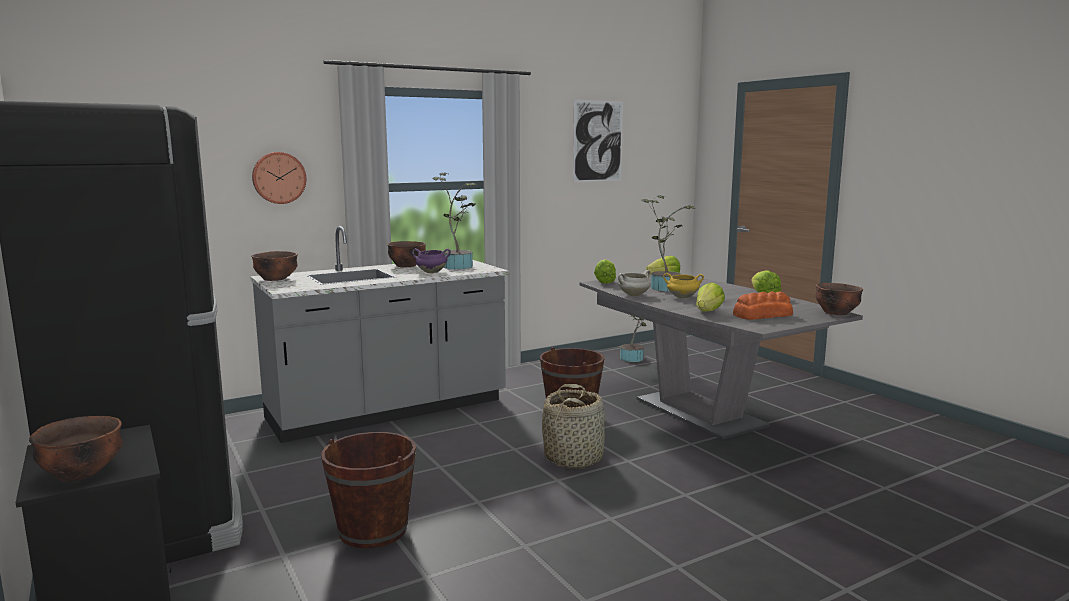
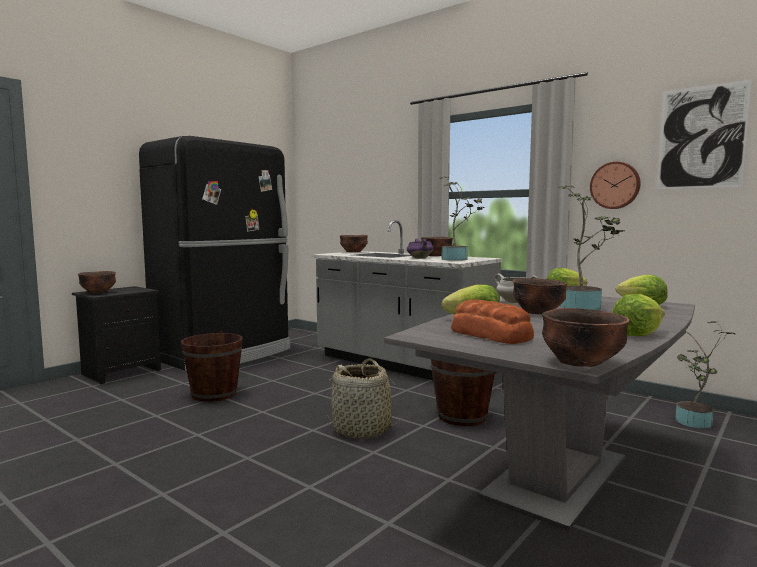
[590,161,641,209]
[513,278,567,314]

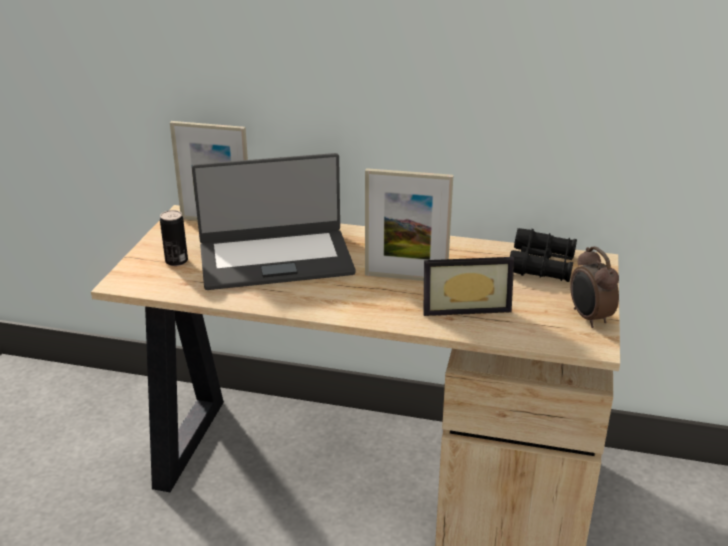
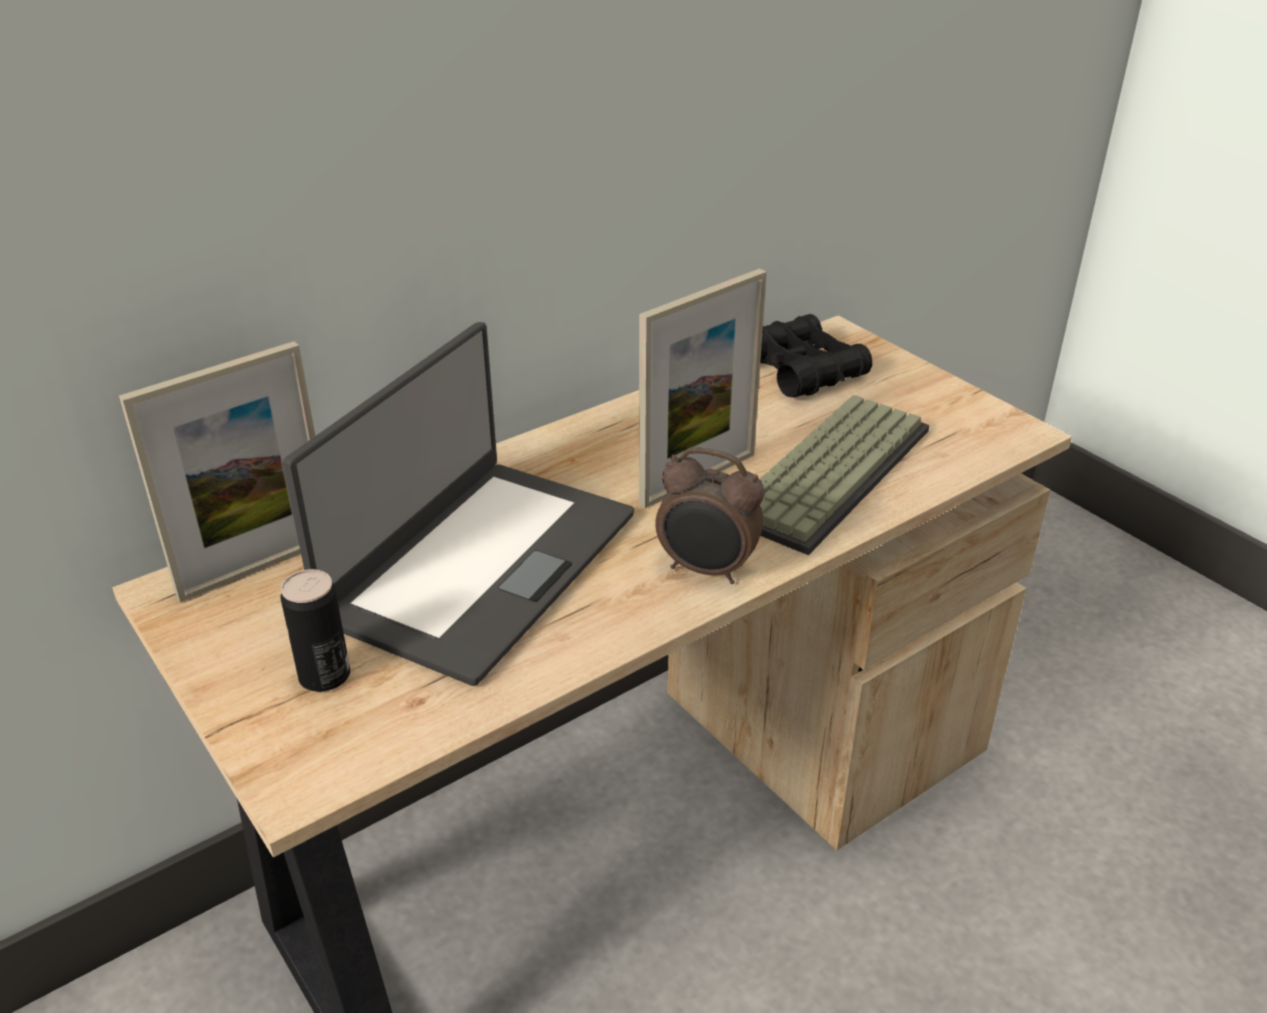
[760,395,929,555]
[655,447,765,584]

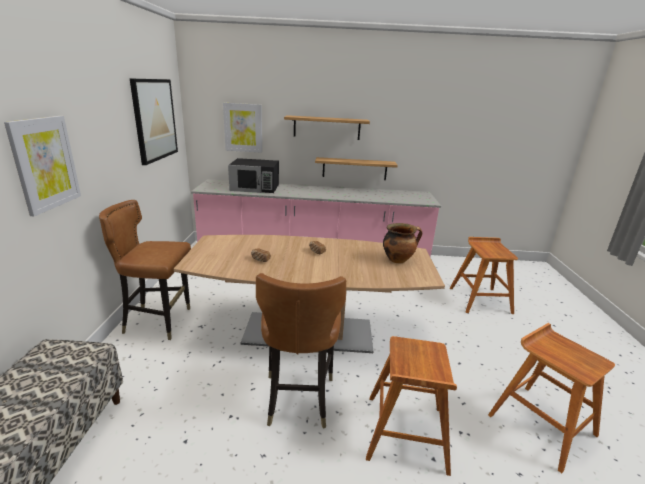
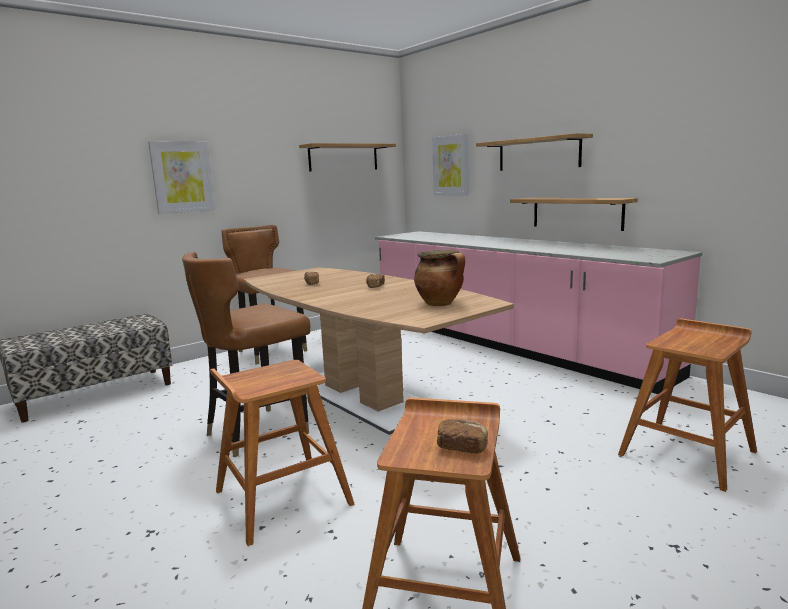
[299,143,396,172]
[228,158,279,193] (first image)
[437,419,488,453]

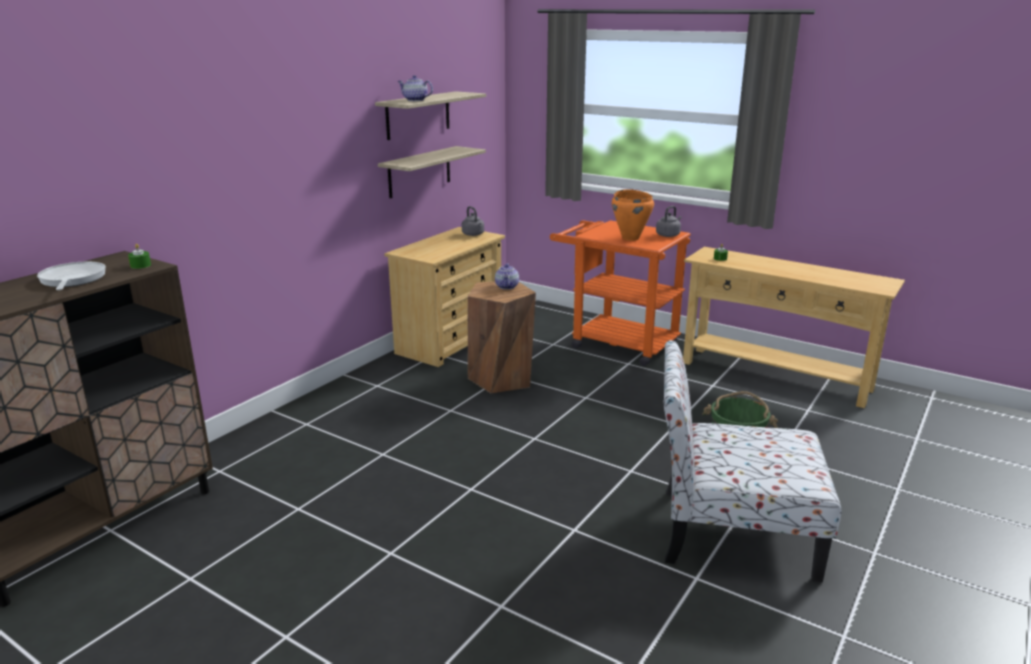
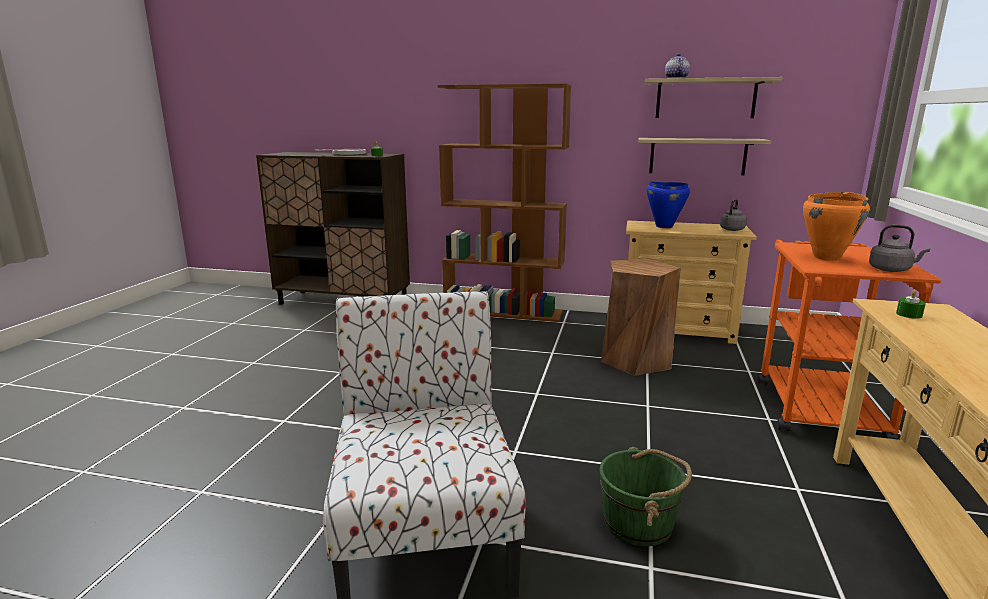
[495,264,519,290] (first image)
[437,84,571,322]
[646,182,690,228]

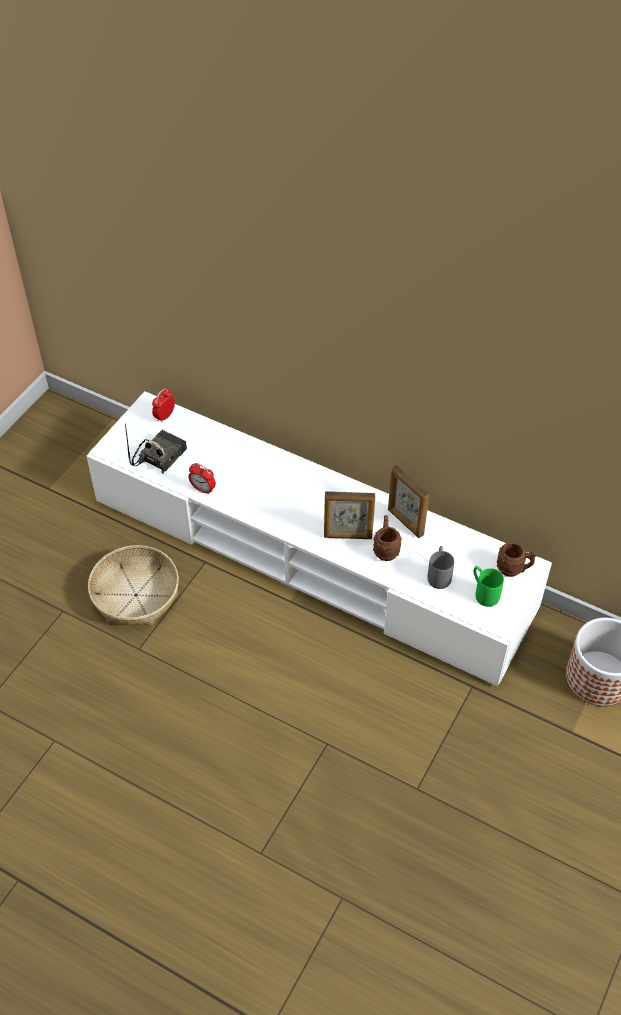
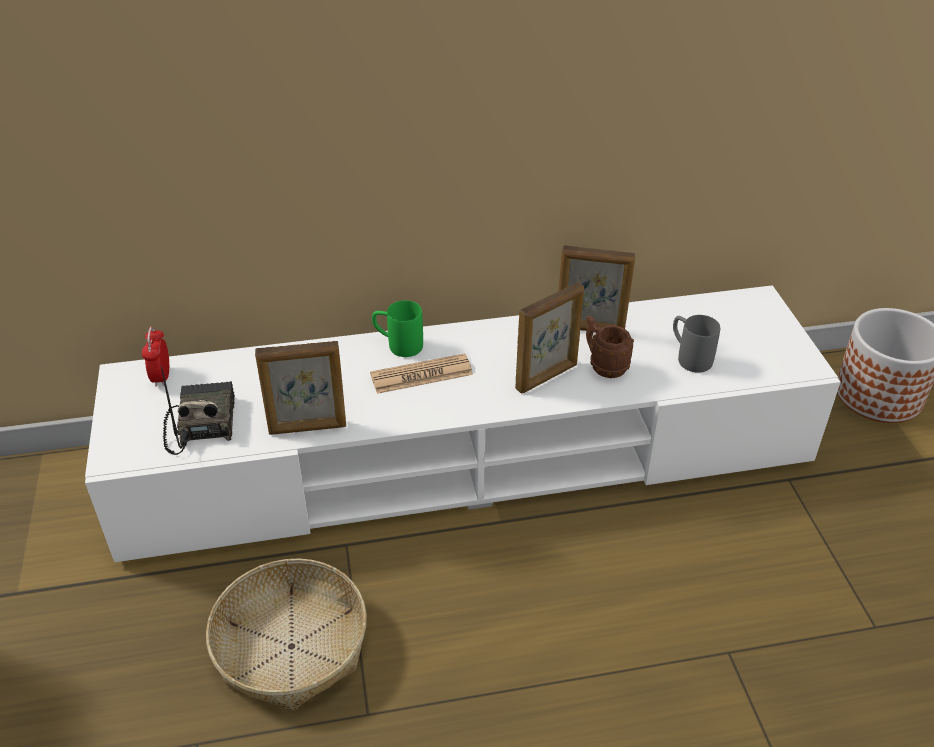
[255,341,346,435]
[372,300,423,357]
[497,542,538,577] (first image)
[370,353,473,394]

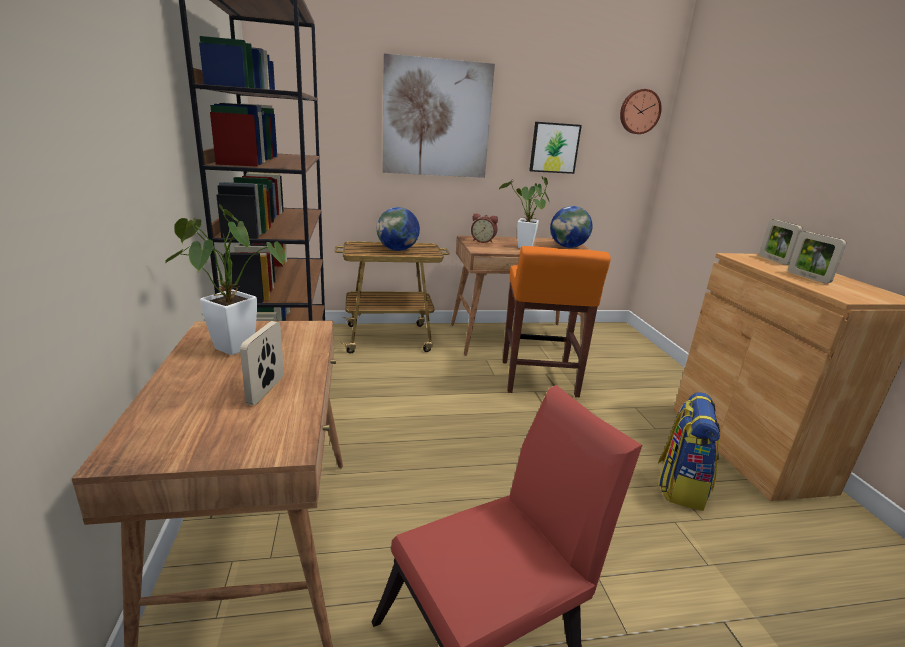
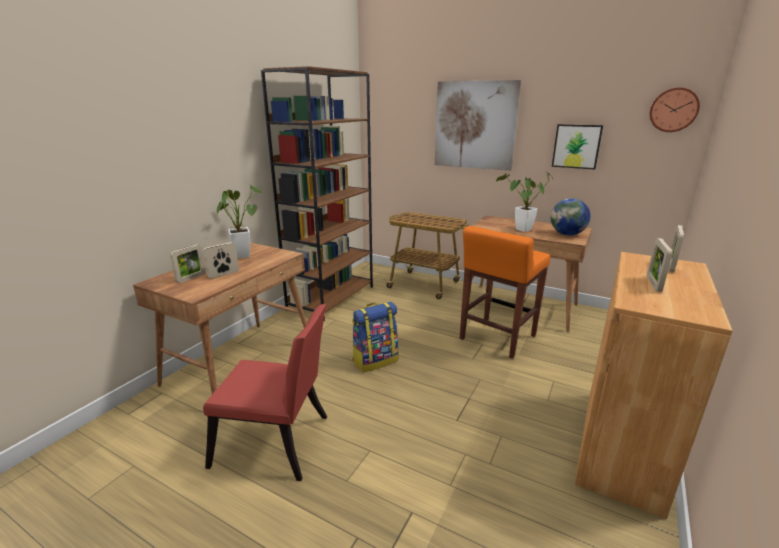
[377,207,420,251] (first image)
[471,214,498,243] (first image)
[352,302,399,372]
[170,244,206,283]

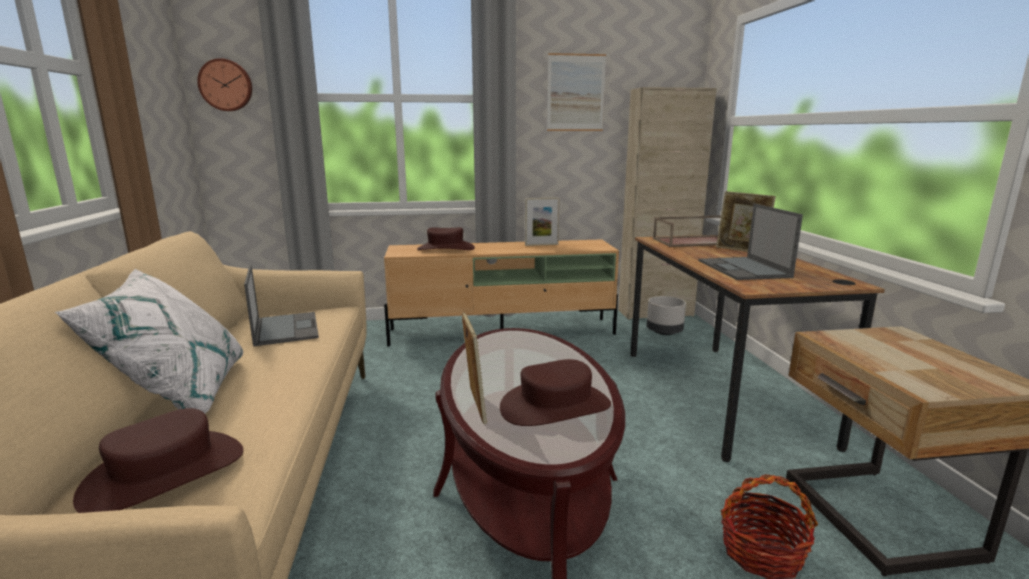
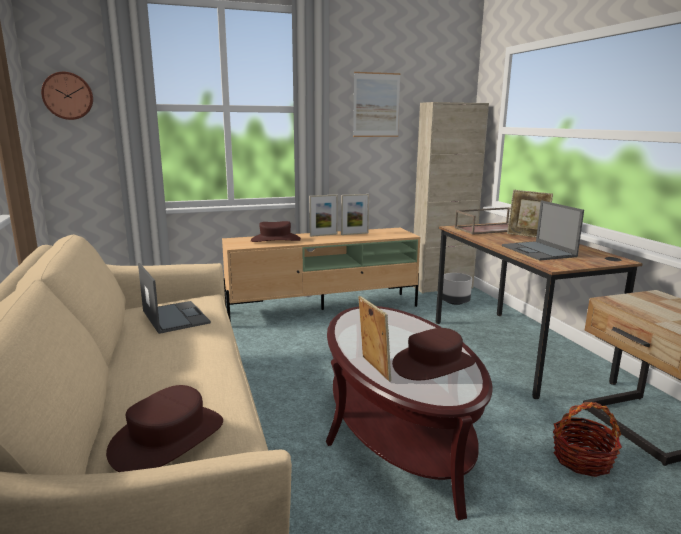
[54,268,243,414] (first image)
[309,194,338,237]

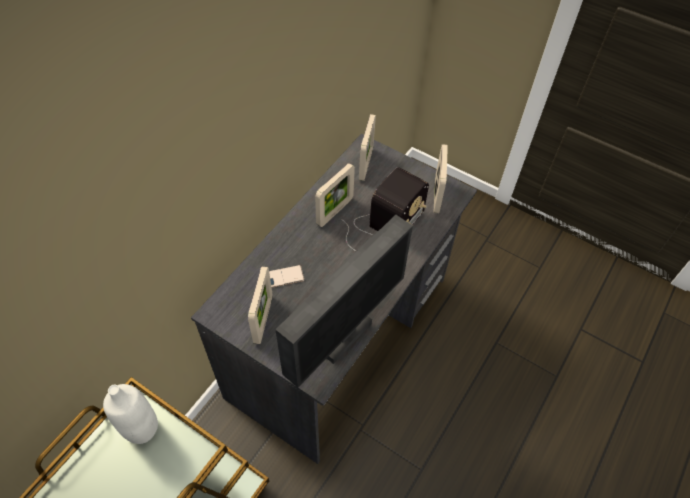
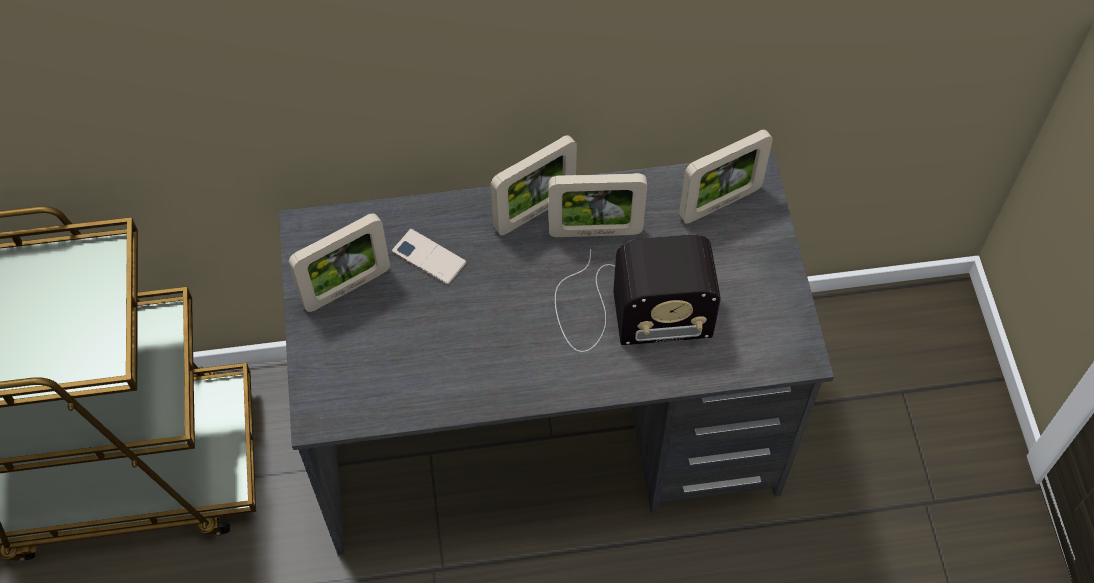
[103,384,158,444] (first image)
[275,215,413,388] (first image)
[491,135,577,235]

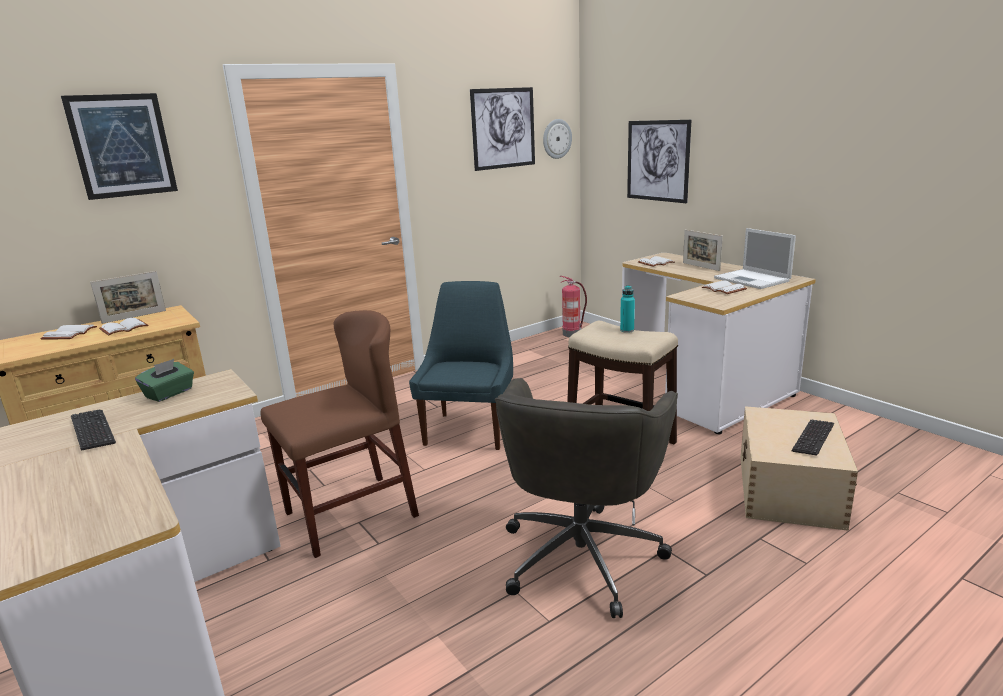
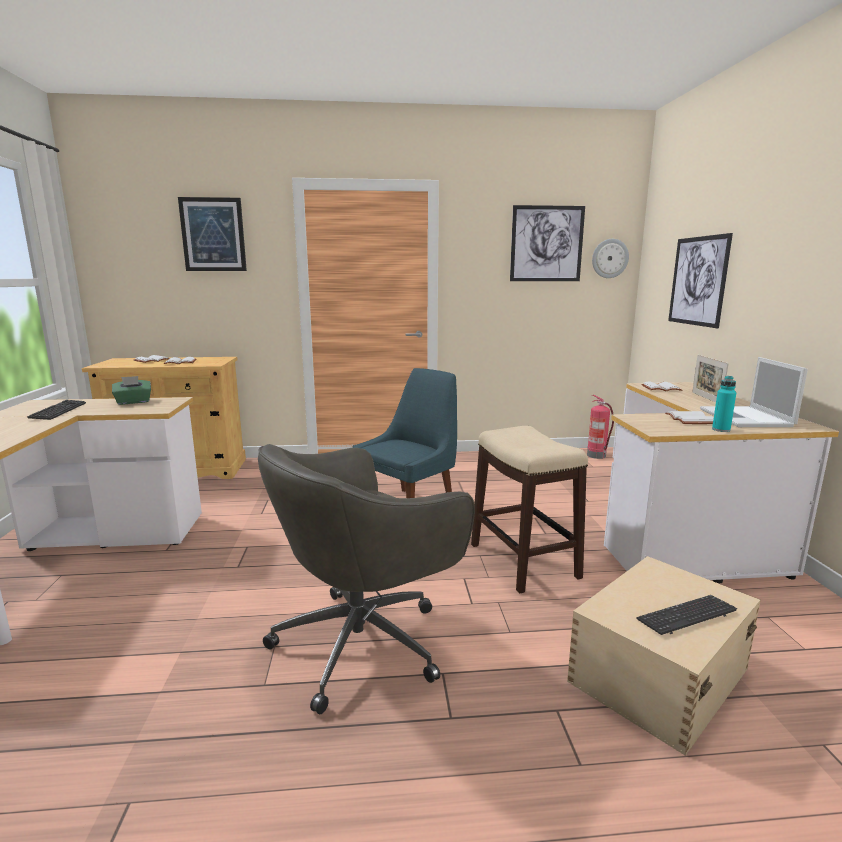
[90,271,166,324] (first image)
[261,310,419,558] (first image)
[712,376,736,432]

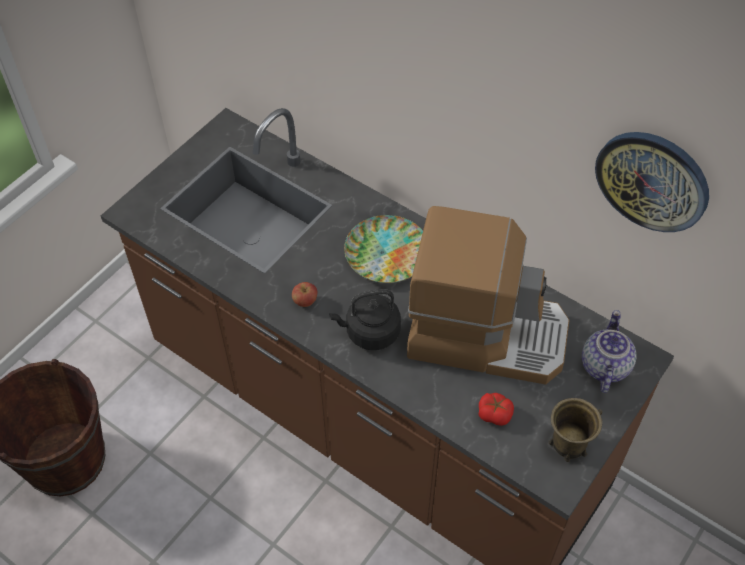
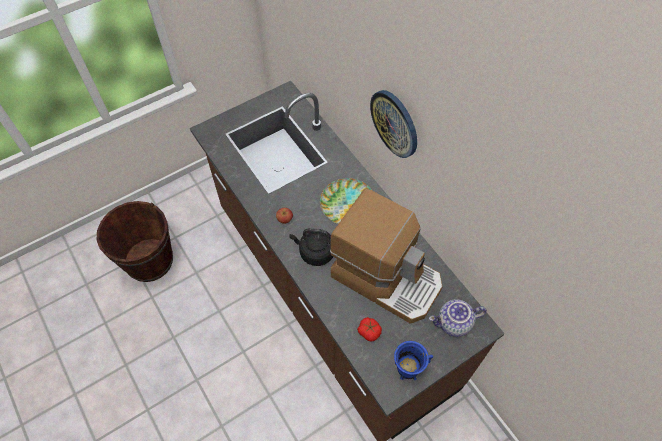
[394,341,433,380]
[429,299,487,337]
[370,90,417,158]

